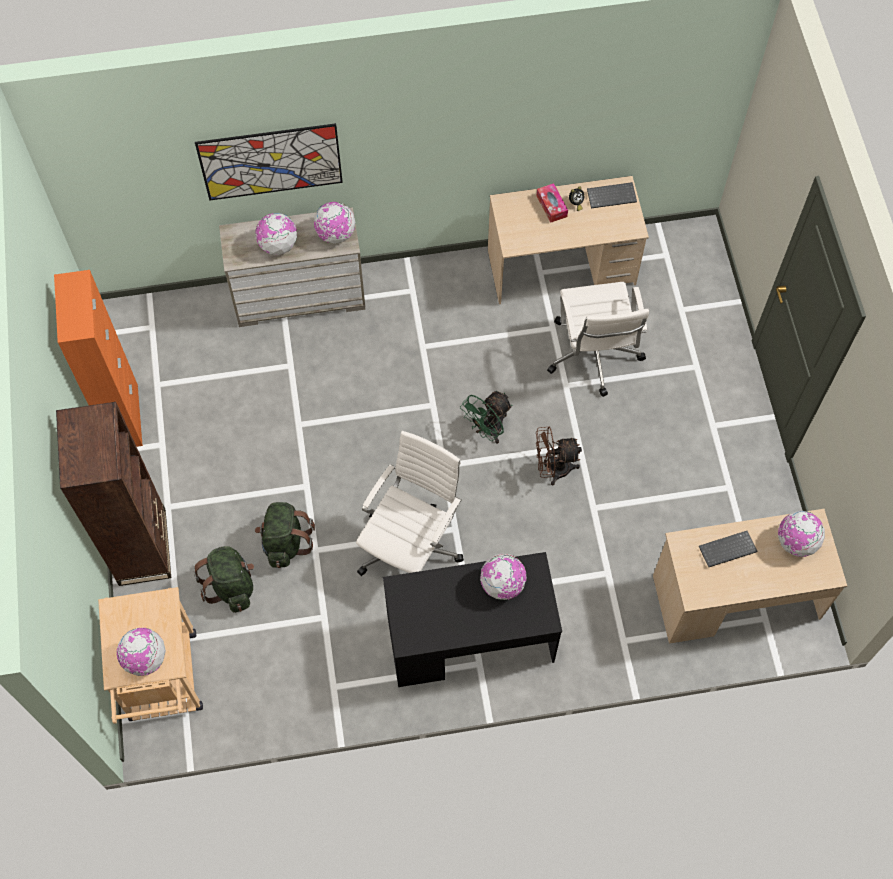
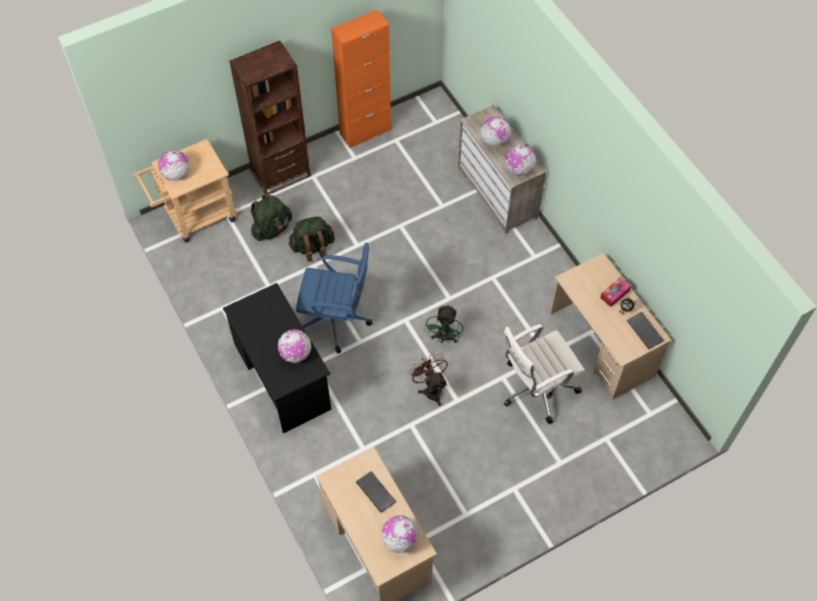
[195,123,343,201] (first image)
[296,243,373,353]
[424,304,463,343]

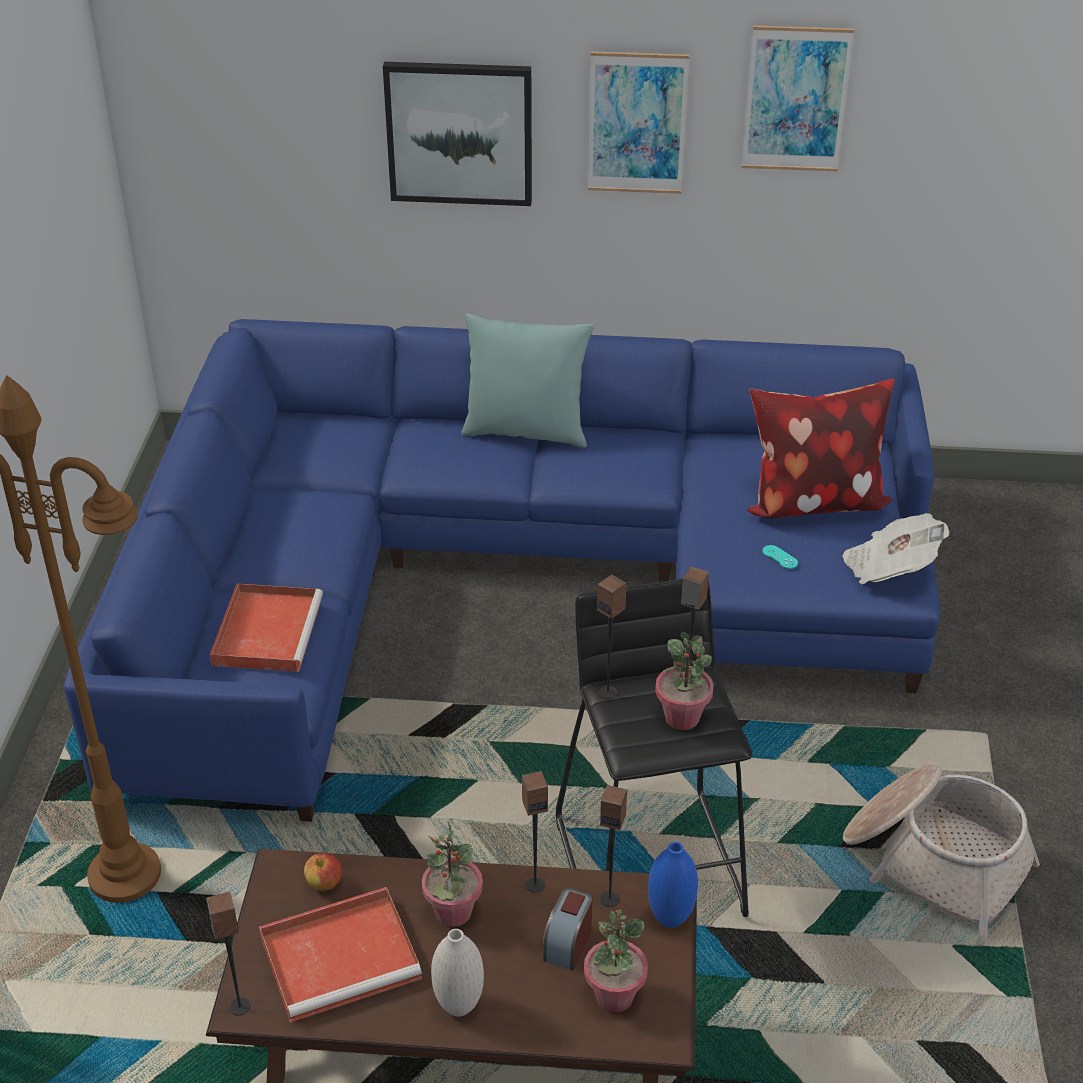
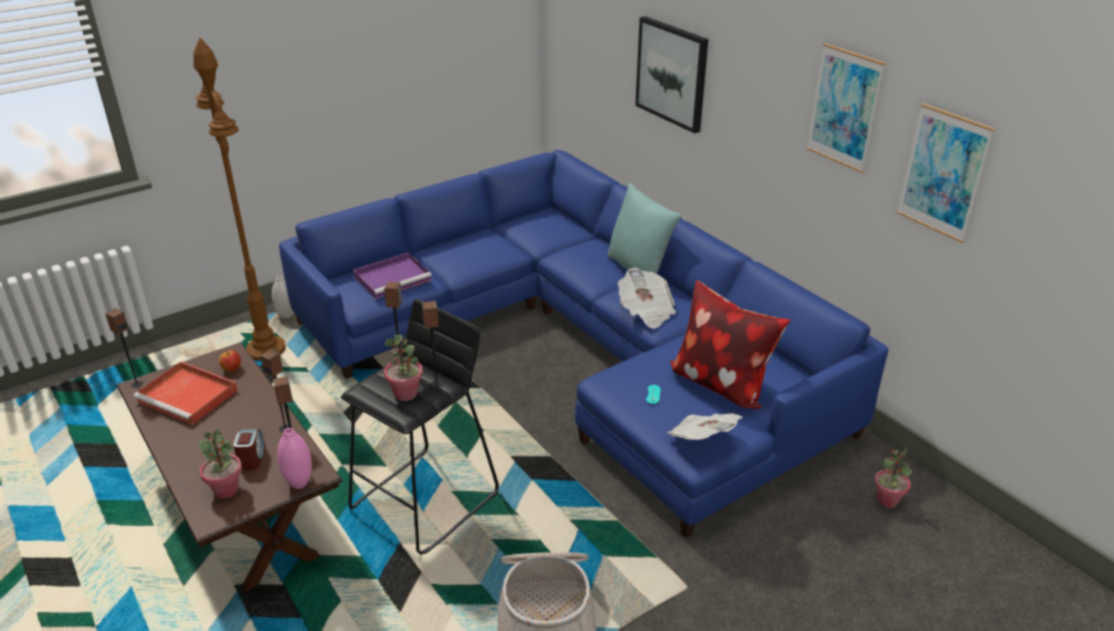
[353,253,432,299]
[874,447,912,508]
[272,275,294,319]
[233,429,265,470]
[897,103,995,243]
[277,428,312,489]
[618,268,676,329]

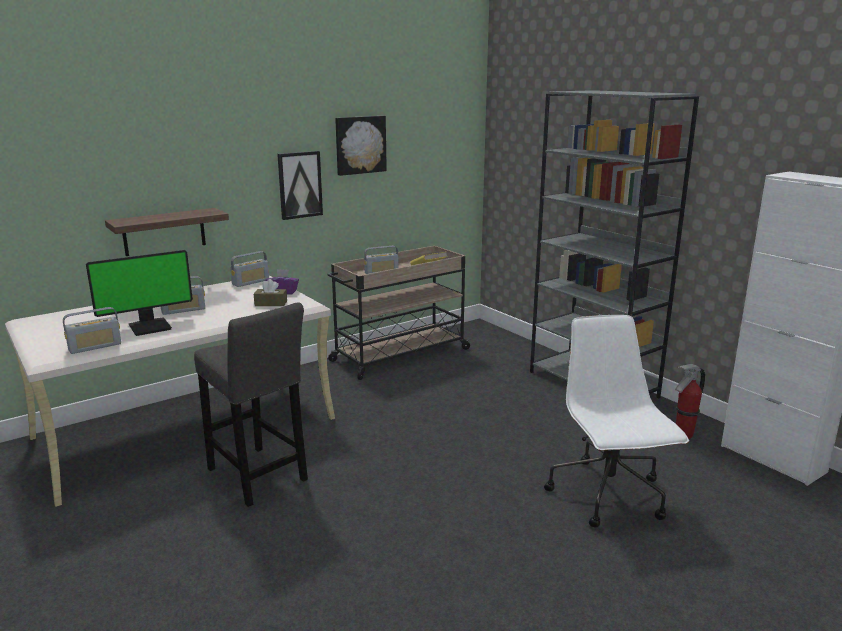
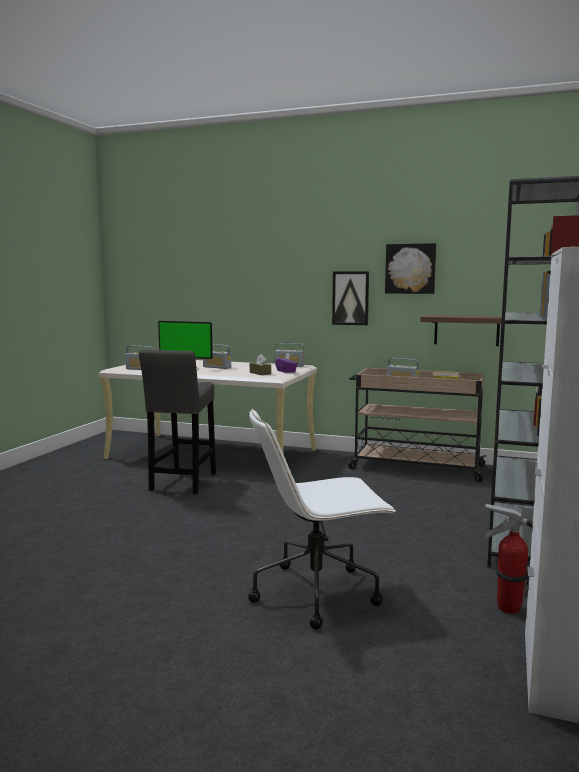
[421,315,502,346]
[248,409,396,630]

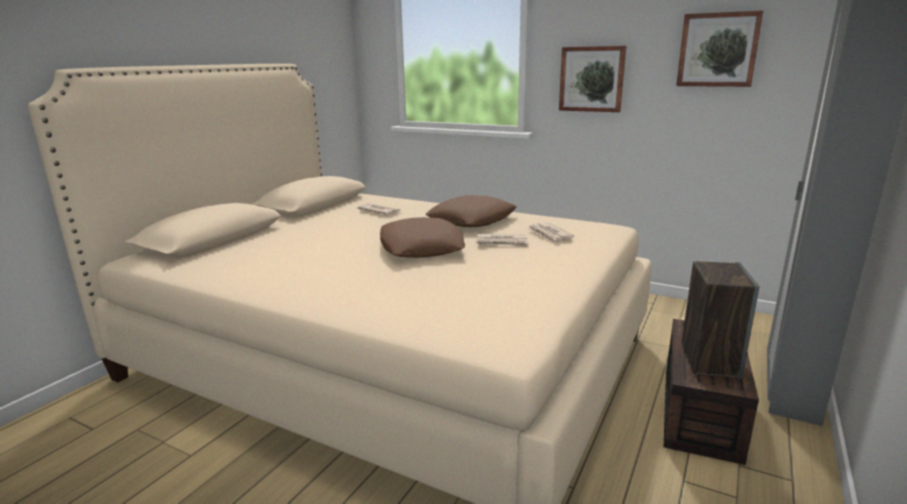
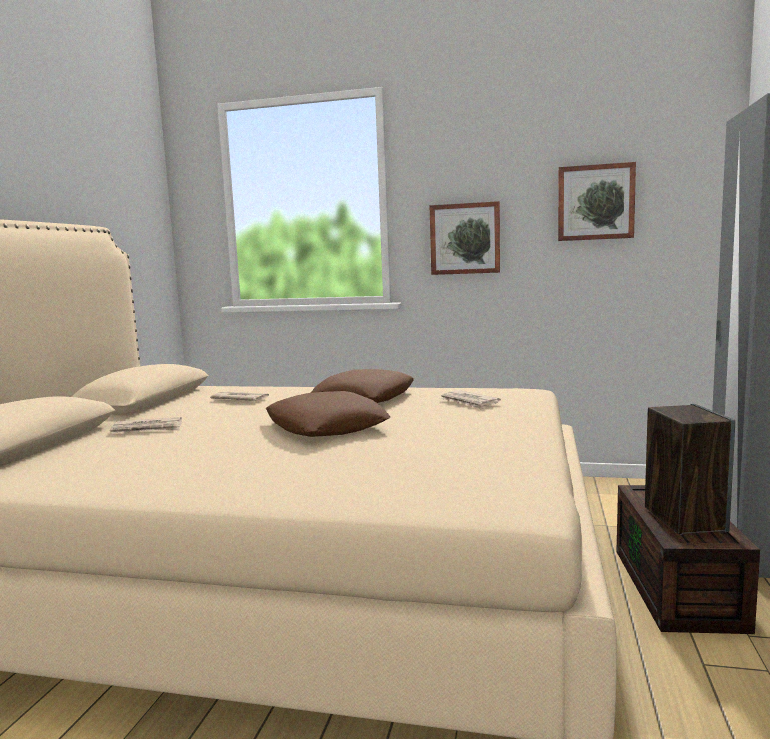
[110,417,182,433]

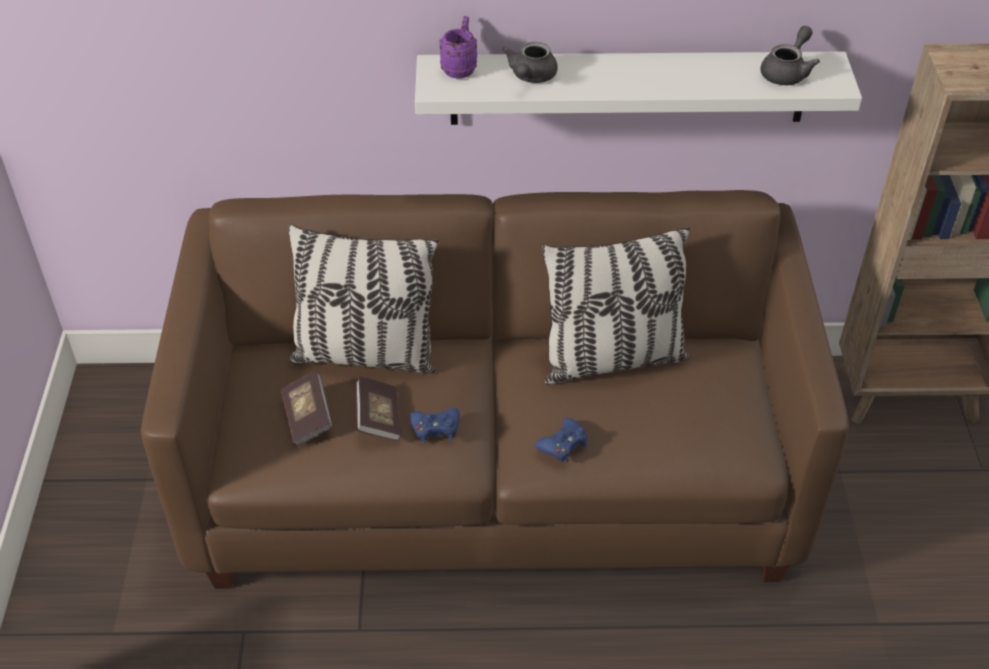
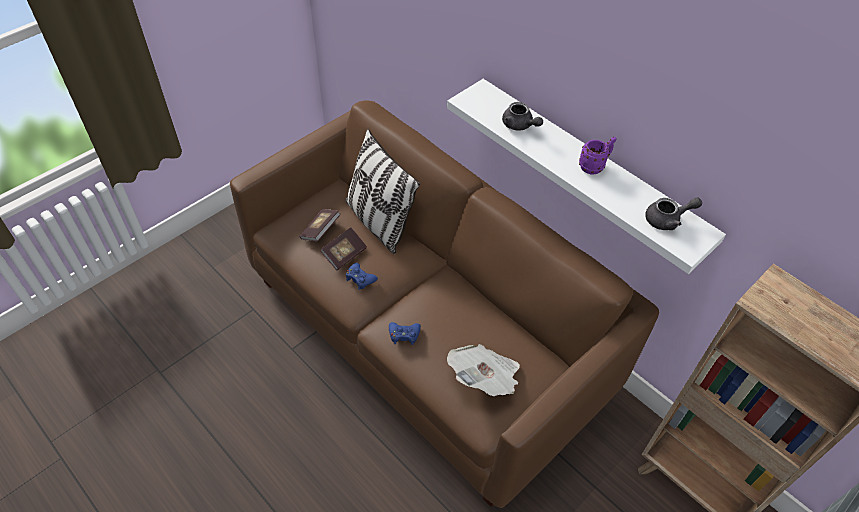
[579,137,617,175]
[502,102,543,131]
[541,227,690,384] (first image)
[447,344,520,396]

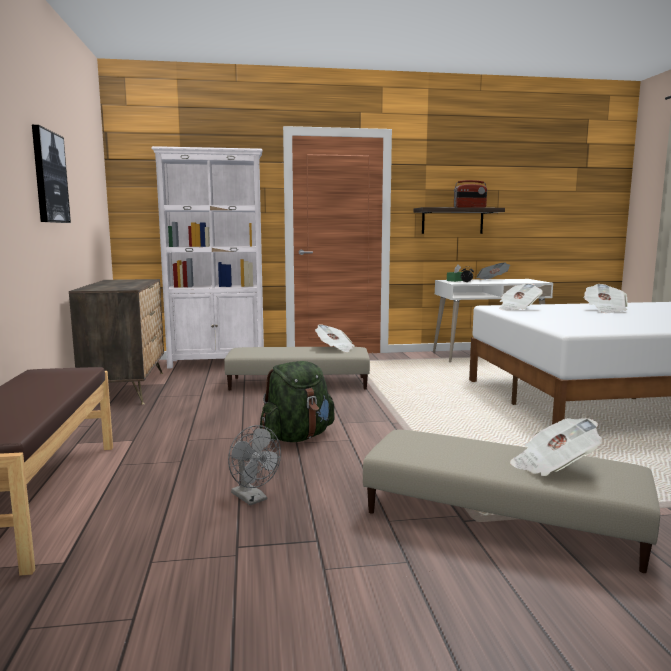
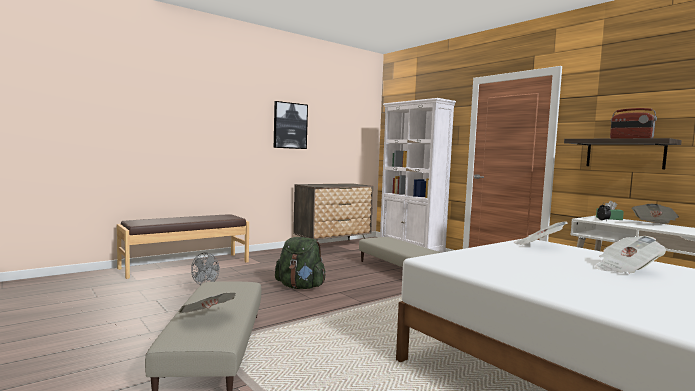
[315,324,355,352] (first image)

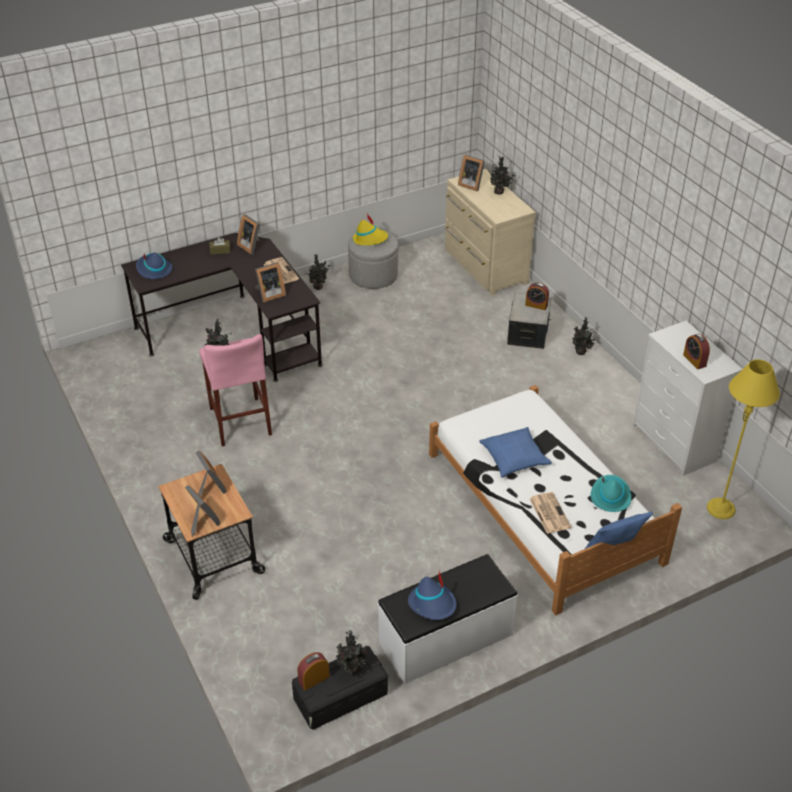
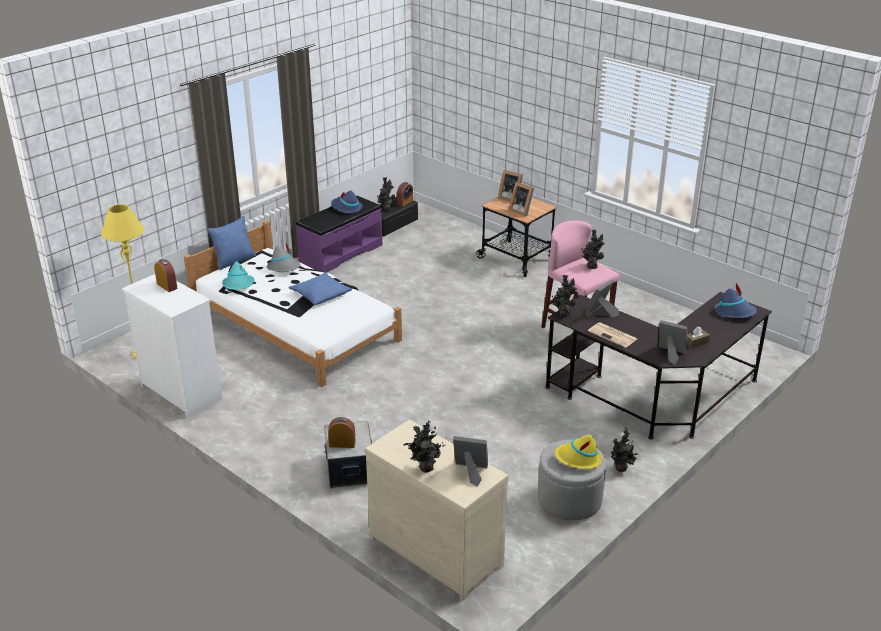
[296,195,382,273]
[267,243,300,272]
[551,275,577,317]

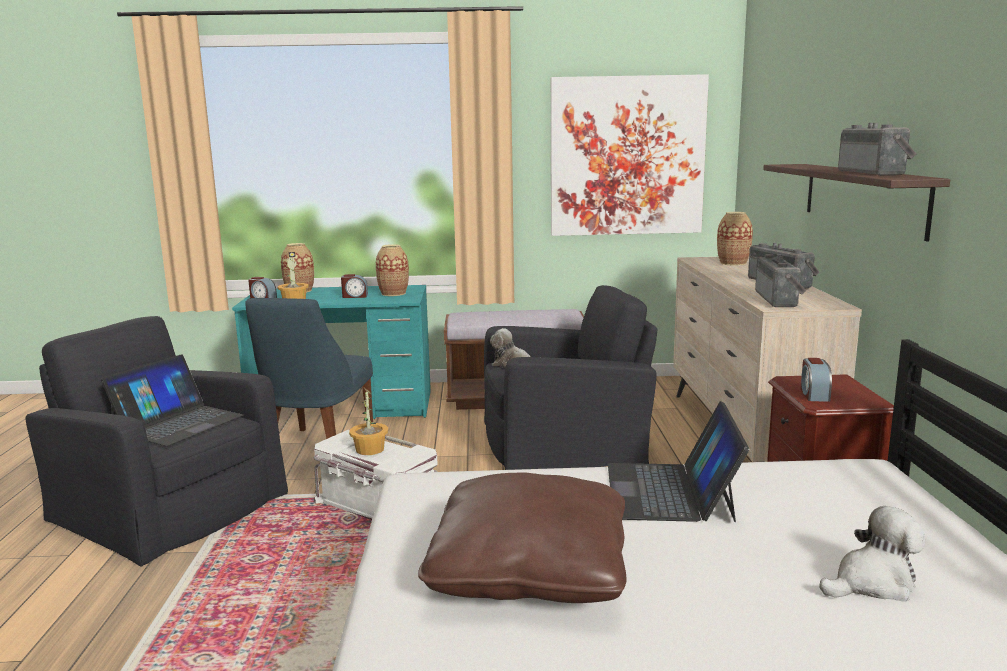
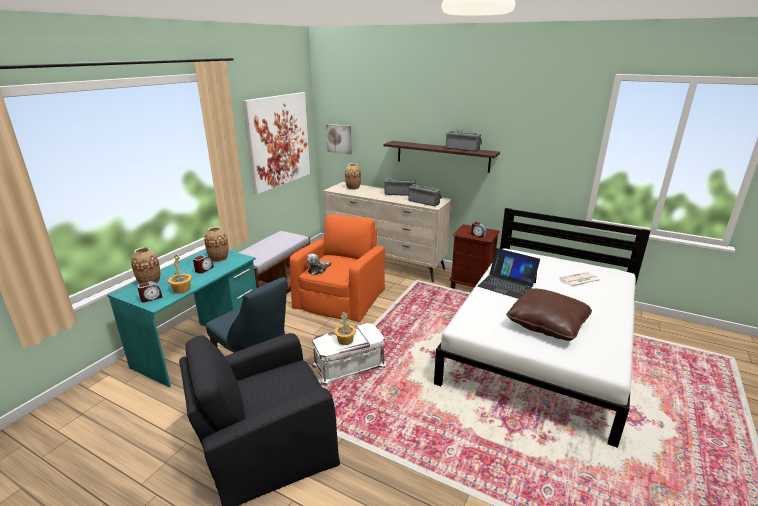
[101,354,243,446] (first image)
[290,215,385,322]
[560,272,600,287]
[326,124,352,155]

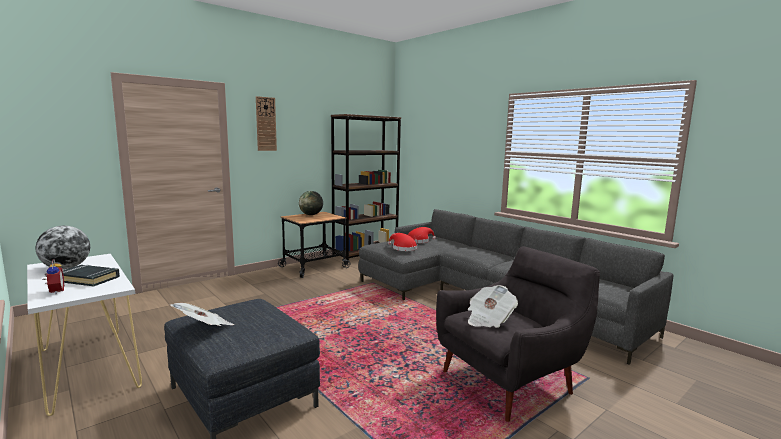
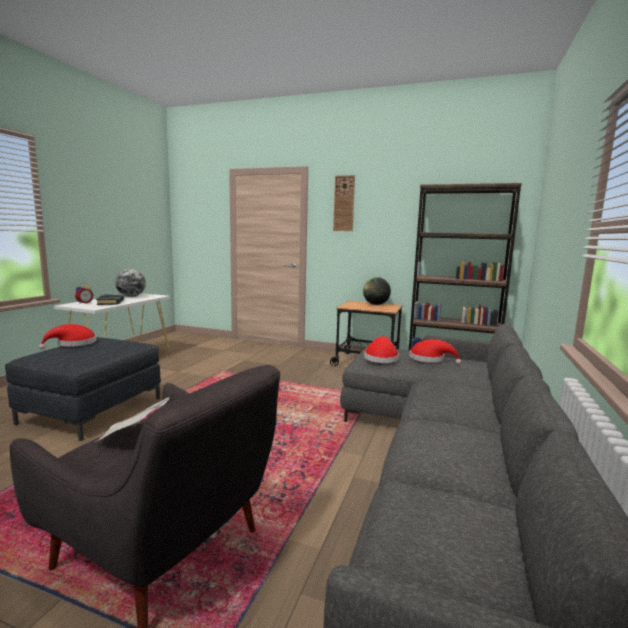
[39,324,96,349]

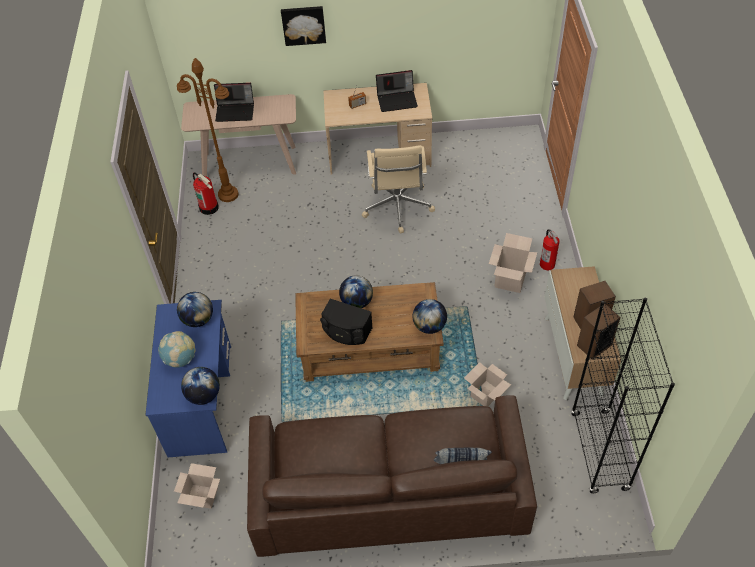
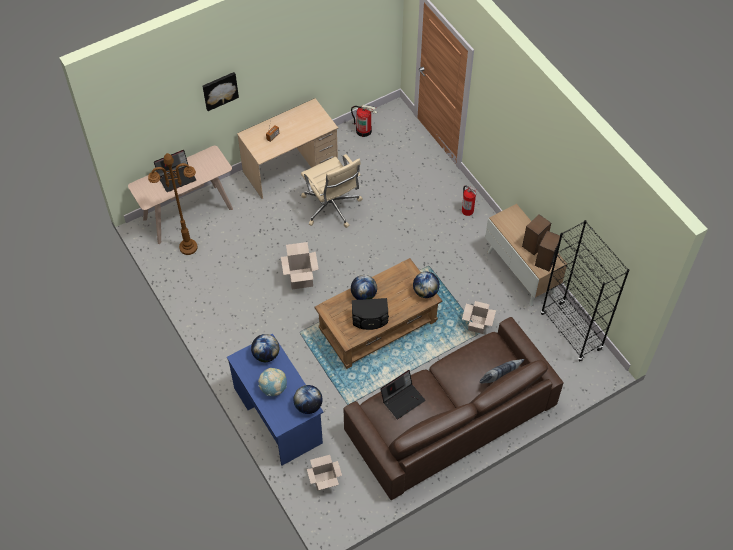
[351,105,377,137]
[380,370,426,419]
[281,242,319,289]

